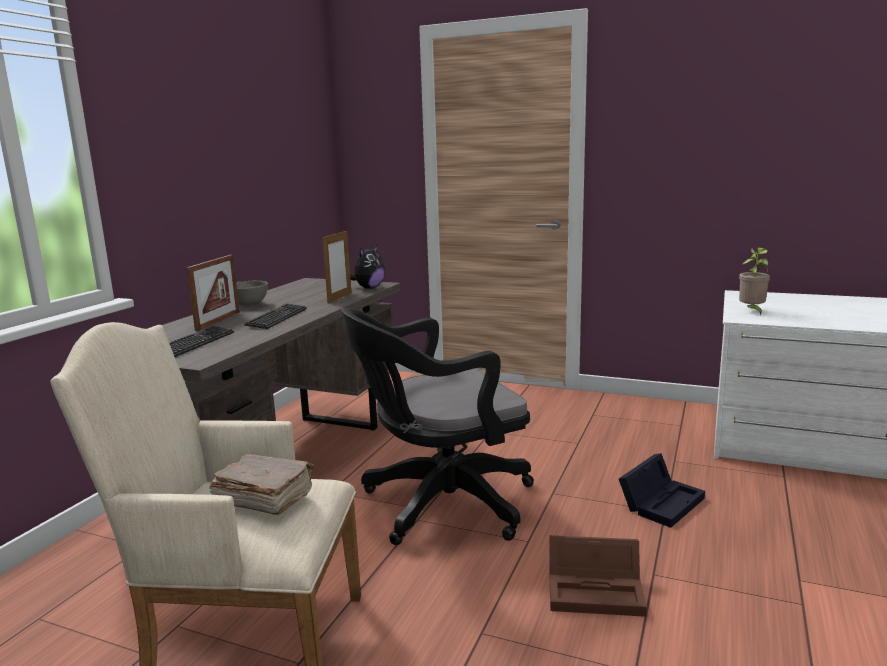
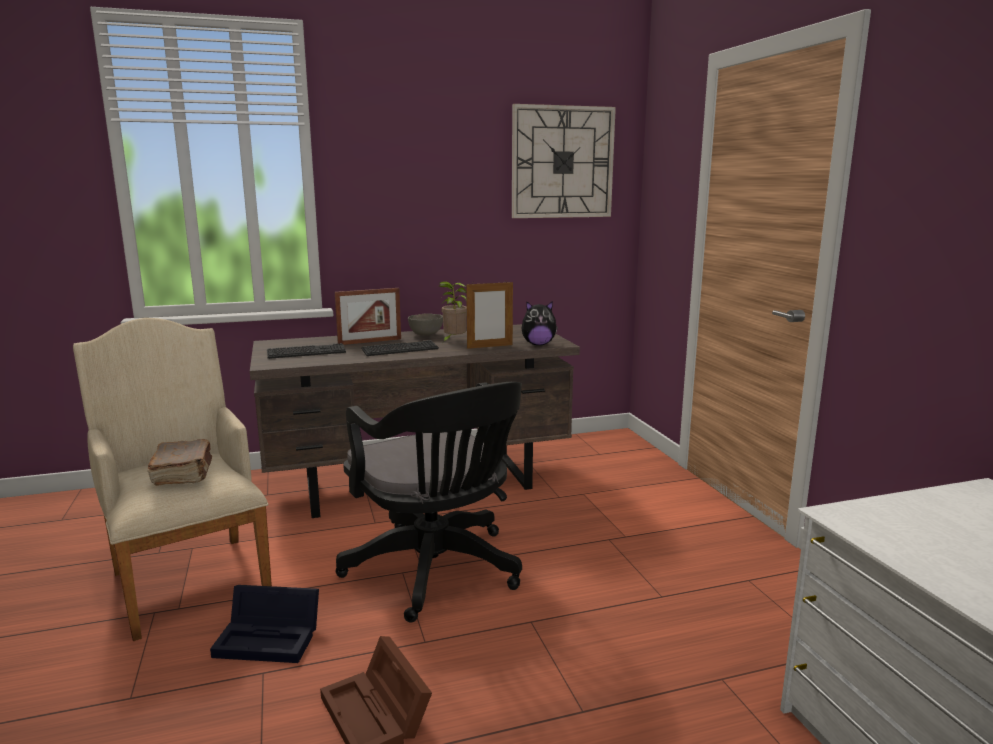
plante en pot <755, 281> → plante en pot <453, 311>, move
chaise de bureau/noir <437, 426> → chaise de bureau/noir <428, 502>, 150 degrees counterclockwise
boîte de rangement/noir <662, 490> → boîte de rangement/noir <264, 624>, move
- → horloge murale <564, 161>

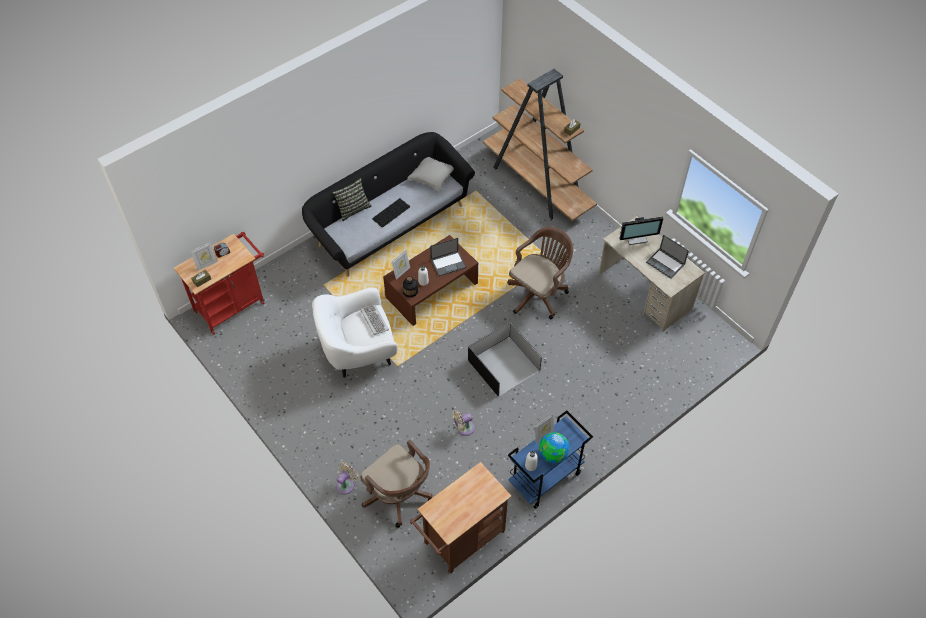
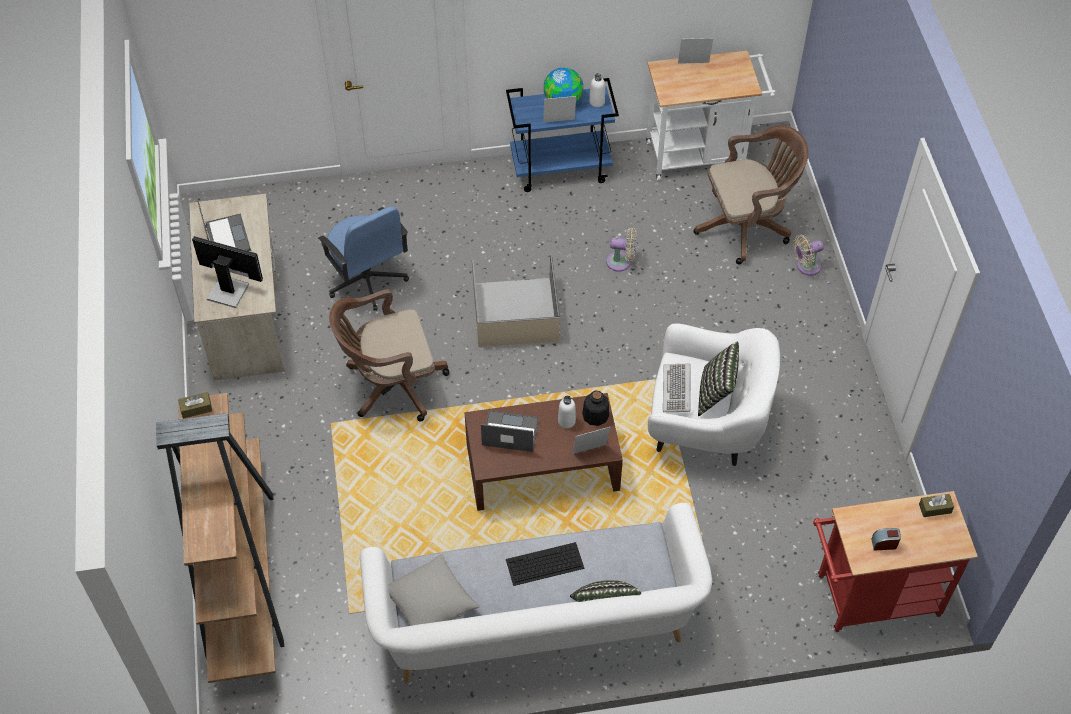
canapé/noir <388, 204> → canapé/blanc <536, 593>
cadre photo <204, 256> → cadre photo <695, 51>, move
boîte de rangement/noir <505, 358> → boîte de rangement/beige <515, 300>
chaise de bureau/marron <396, 484> → chaise de bureau/marron <751, 195>, 90 degrees clockwise
chariot/marron <461, 518> → chariot/blanc <711, 115>
- → chaise de bureau/bleu <363, 258>
- → coussin <718, 379>

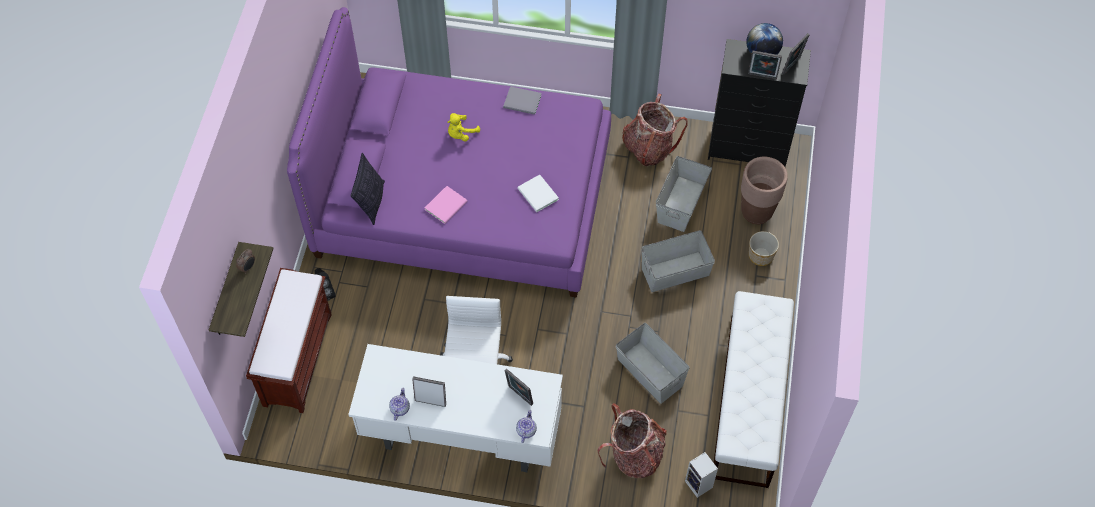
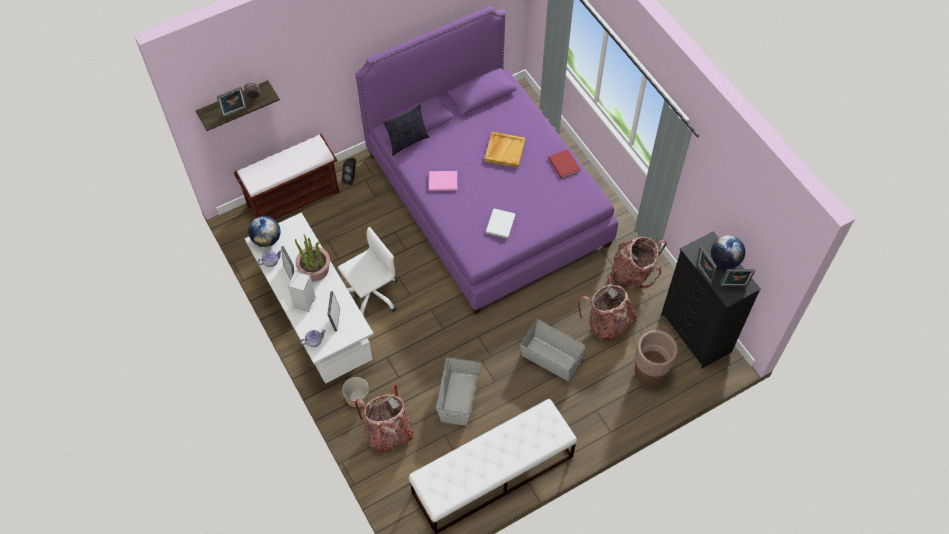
livre/gris <522, 100> → livre/rouge <564, 164>
peluche/jaune <463, 127> → plateau/beige <505, 150>
boîte de rangement/gris <684, 194> → sac à dos <608, 308>
cache-pot <764, 248> → cache-pot <355, 392>, move
enceinte <701, 475> → enceinte <302, 291>, move
- → cadre photo <232, 102>
- → globe <264, 231>
- → plante en pot <312, 257>

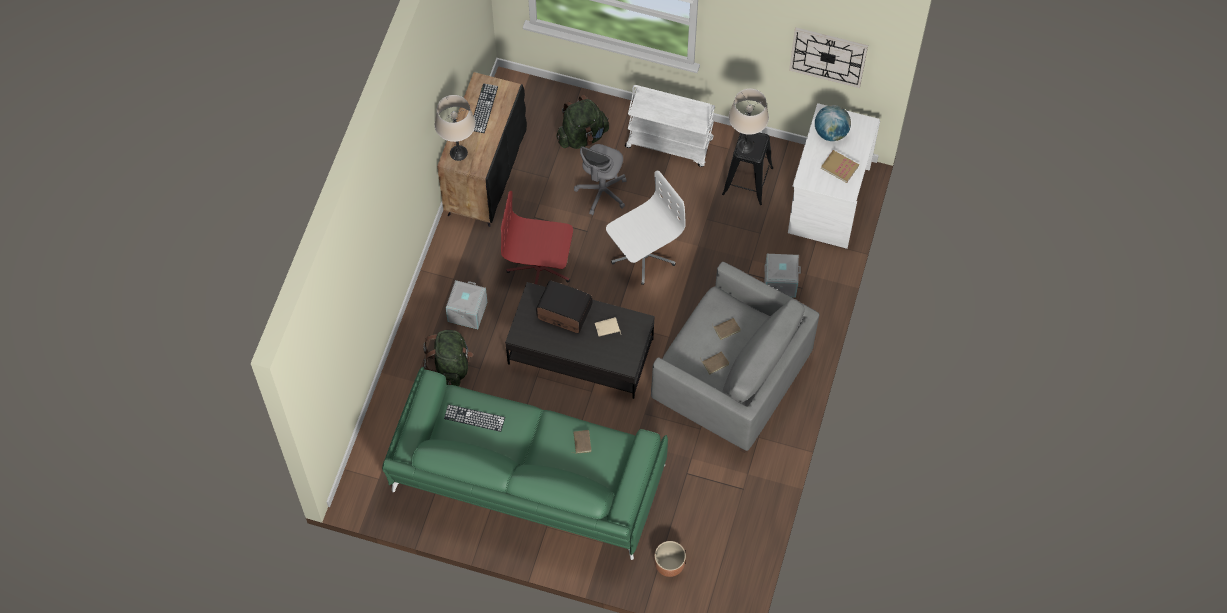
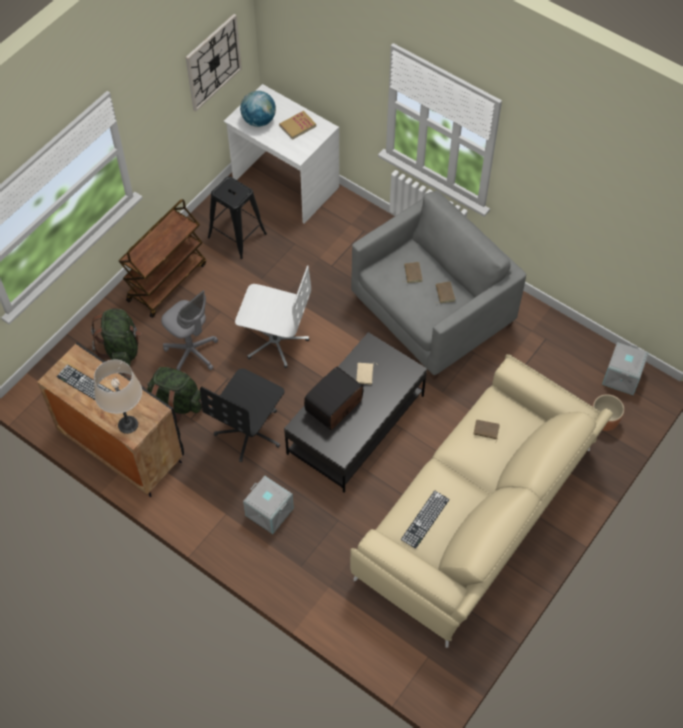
chariot/blanc <670, 126> → chariot/marron <162, 258>
lampe de table/beige <749, 121> → -
chaise de bureau/blanc <645, 228> → chaise de bureau/blanc <273, 316>, 120 degrees clockwise
chaise de bureau/rouge <537, 237> → chaise de bureau/noir <242, 415>
boîte de rangement/gris <783, 276> → boîte de rangement/gris <625, 368>, move
sac à dos/vert <448, 358> → sac à dos/vert <174, 395>, move
canapé/vert <525, 463> → canapé/beige <481, 501>

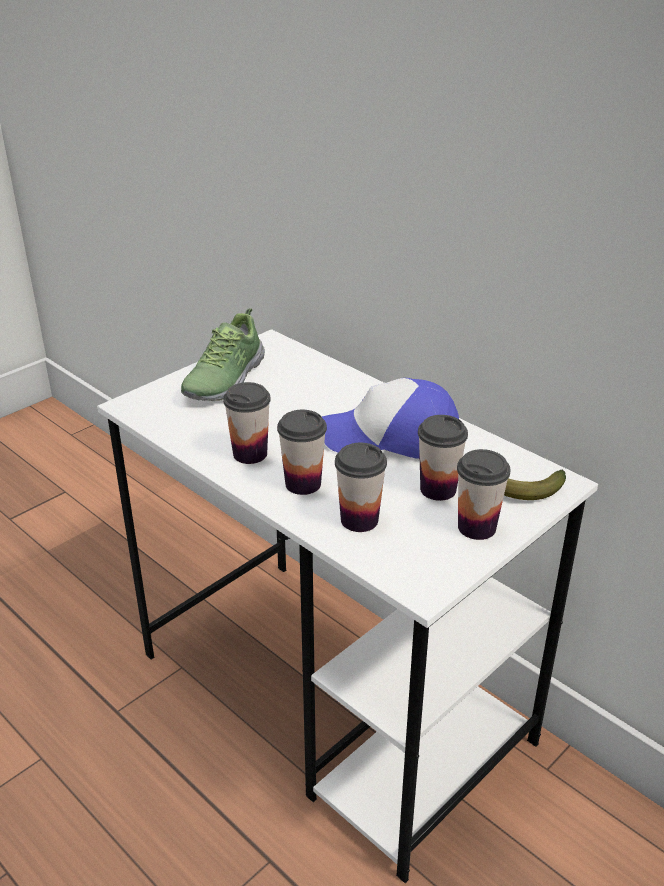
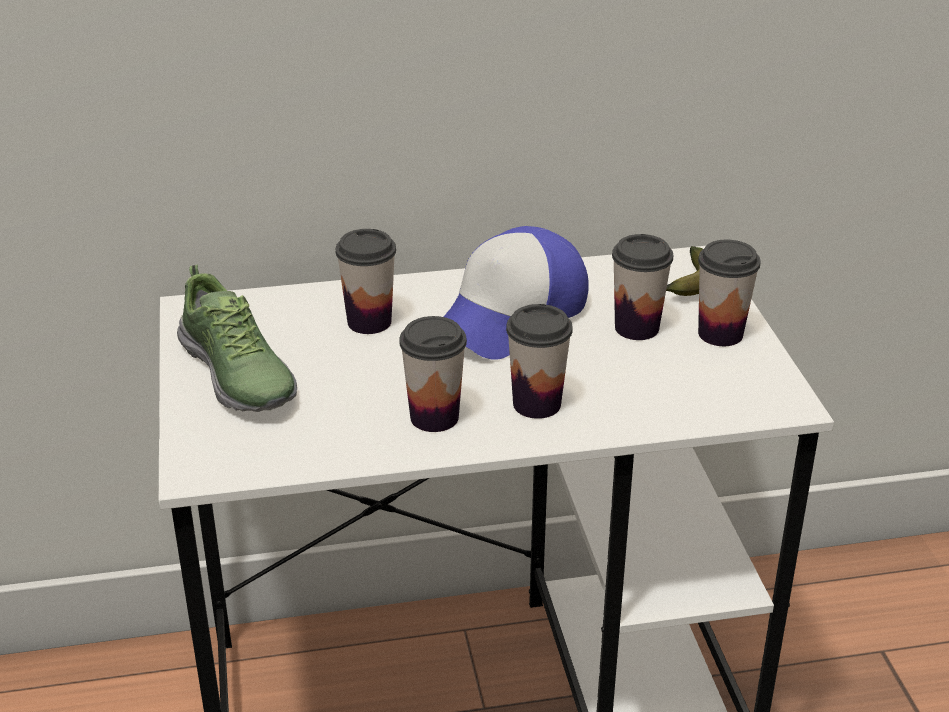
tasse <361, 487> → tasse <366, 281>, move

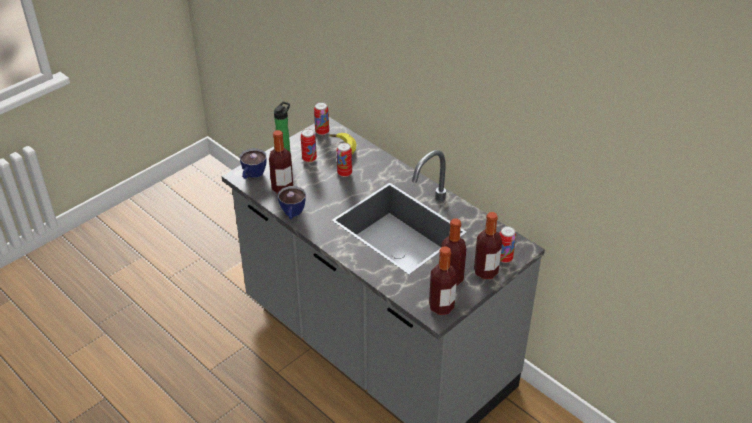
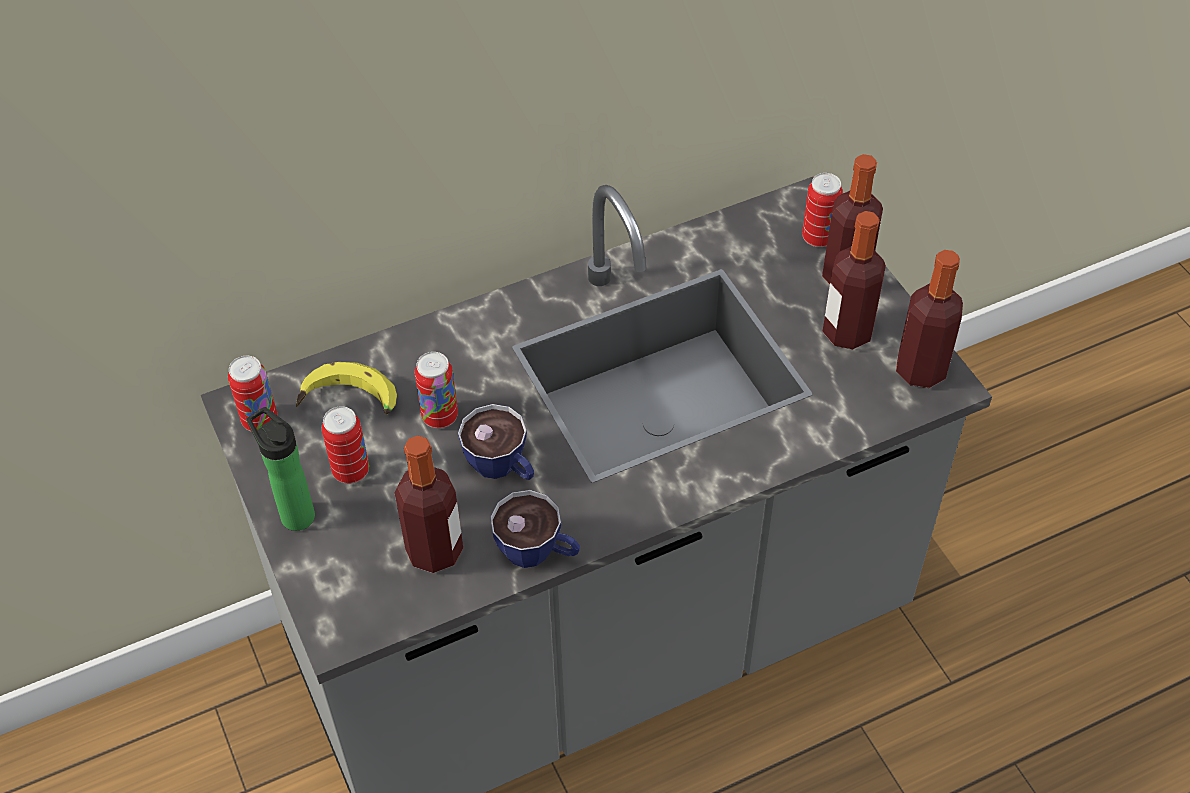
tasse <253, 163> → tasse <496, 442>, move

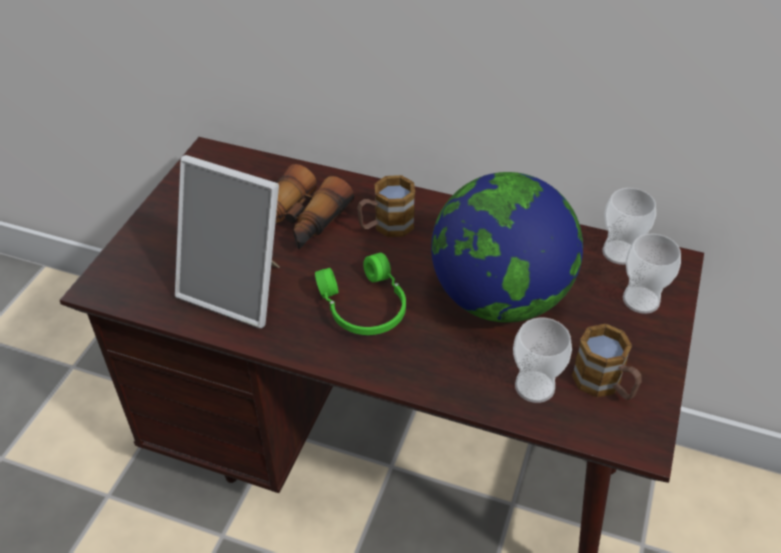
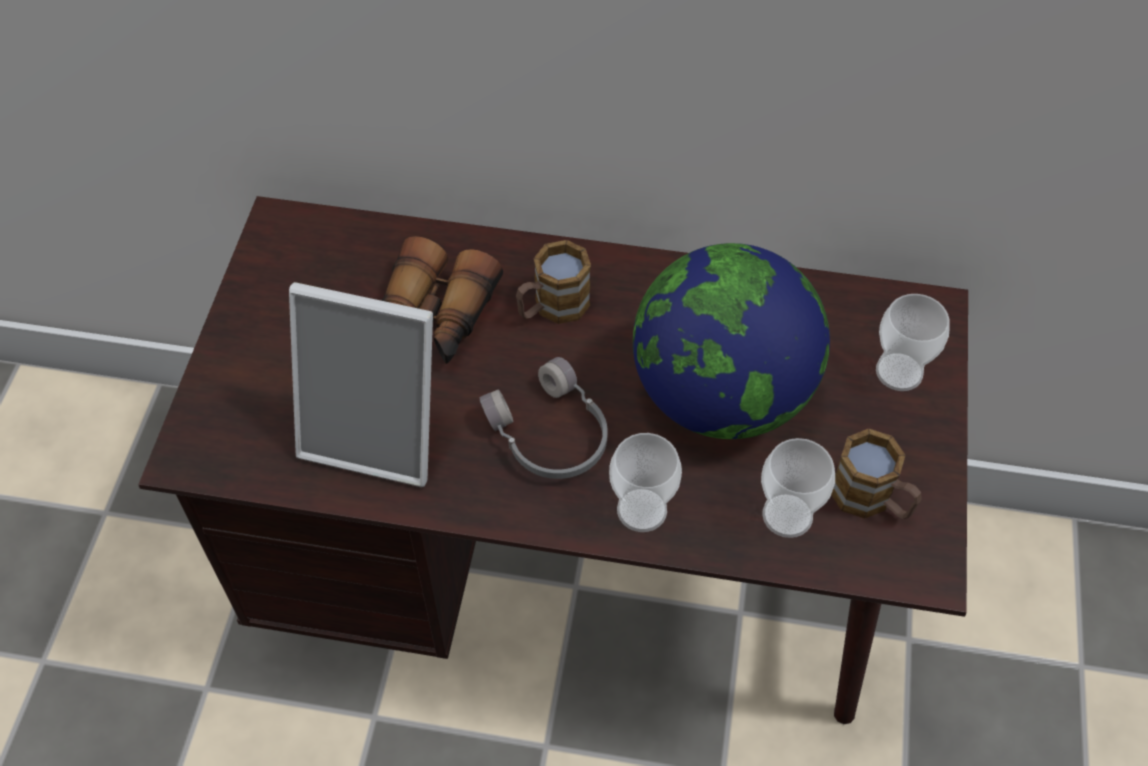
tasse <629, 226> → tasse <645, 482>, move
casque audio/vert <360, 294> → casque audio/gris <544, 418>

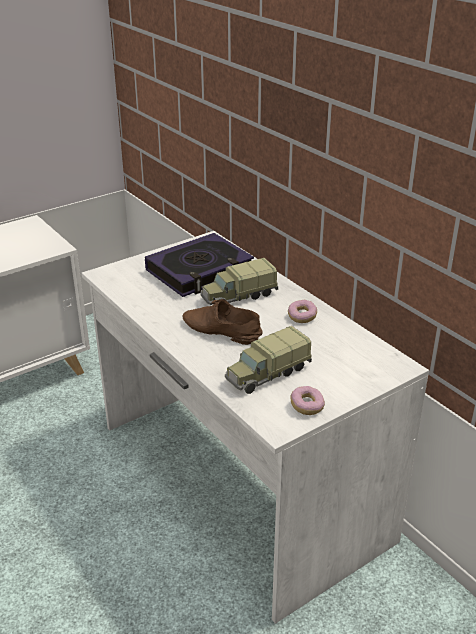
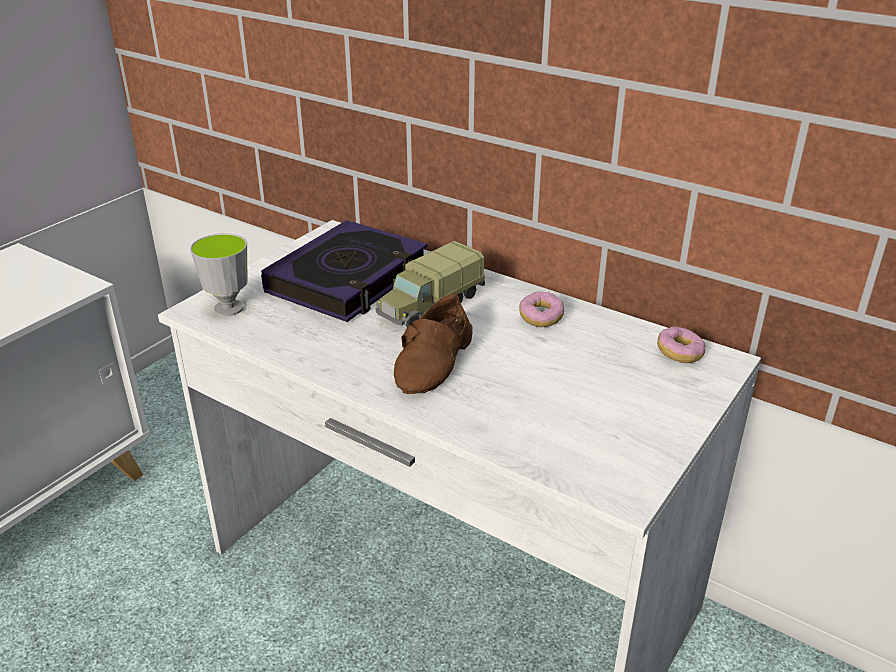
chaussure/marron <222, 322> → chaussure/marron <433, 343>, 75 degrees counterclockwise
camion jouet <268, 360> → -
beignet <307, 400> → beignet <681, 344>, move
- → tasse <218, 274>

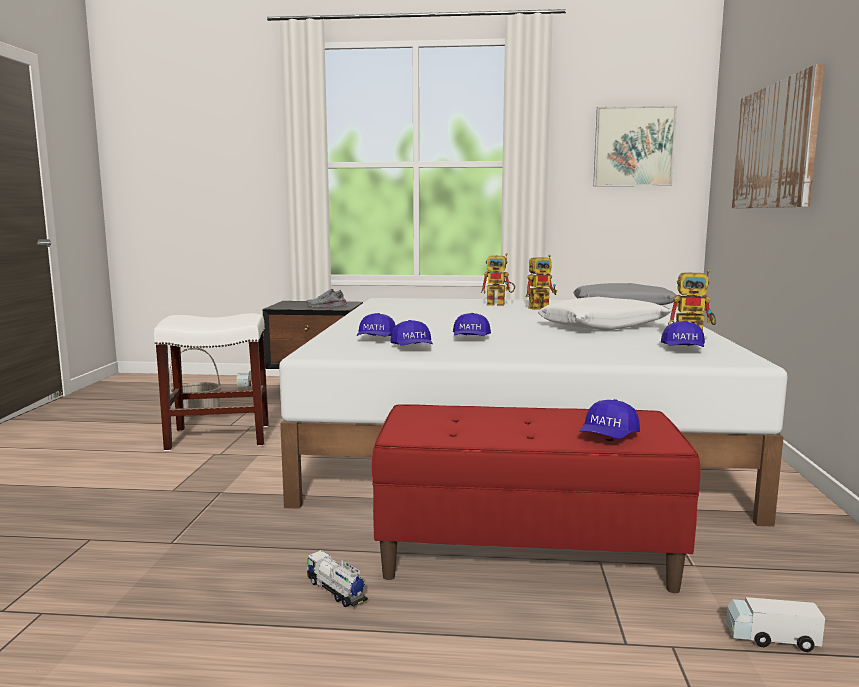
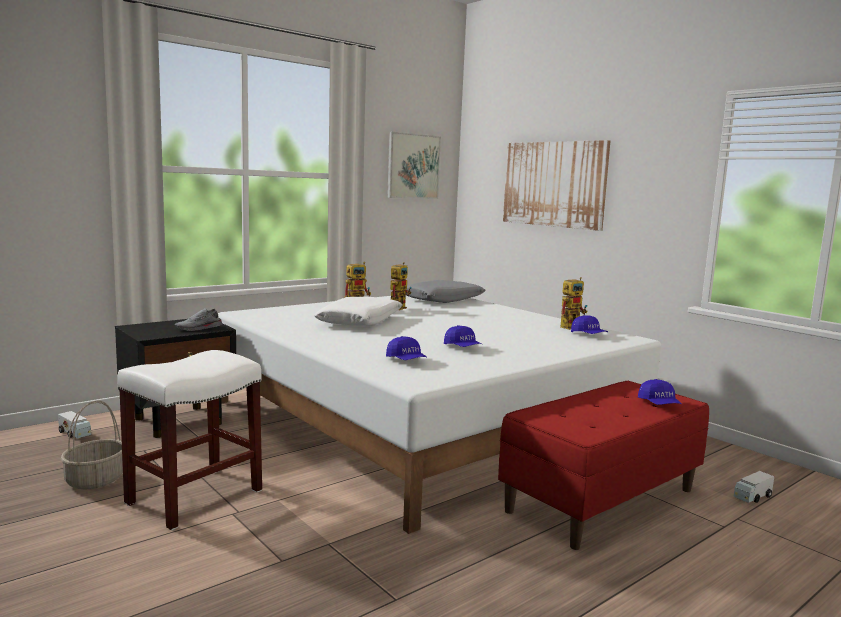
coussin/blanc <604, 314> → coussin/blanc <358, 311>, move
casquette/bleu <411, 333> → -
camion jouet <337, 578> → -

